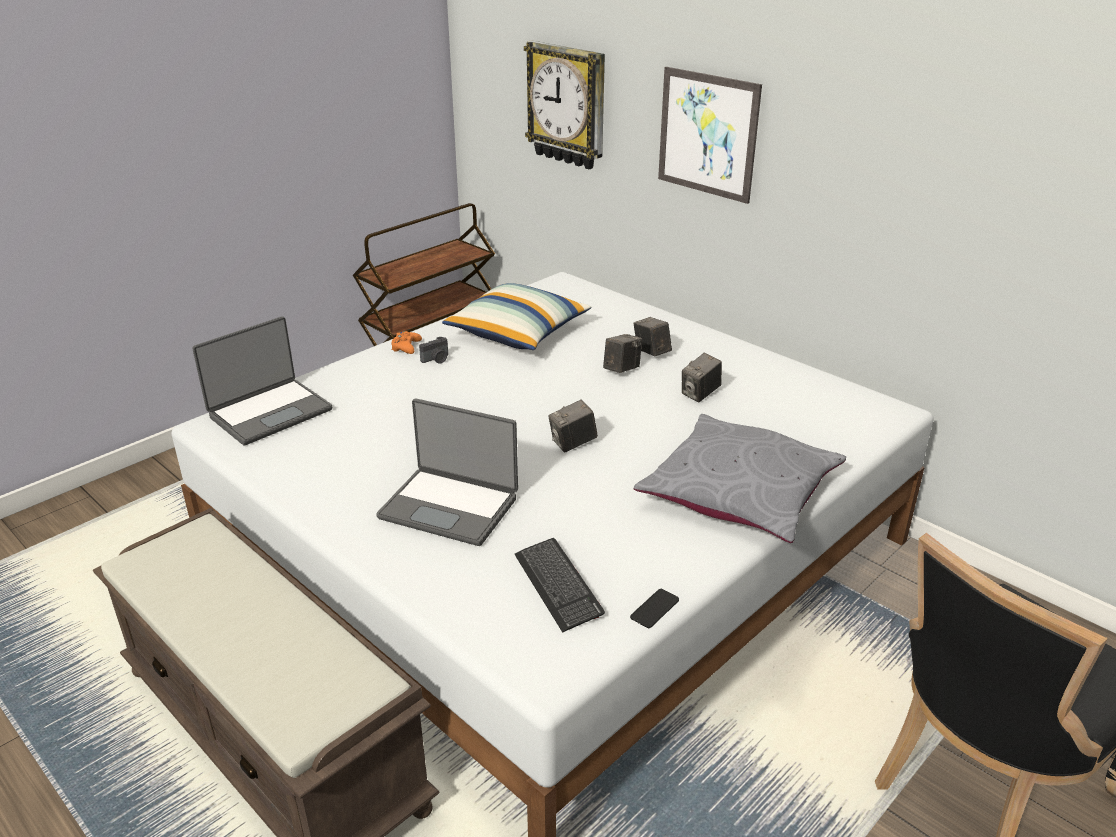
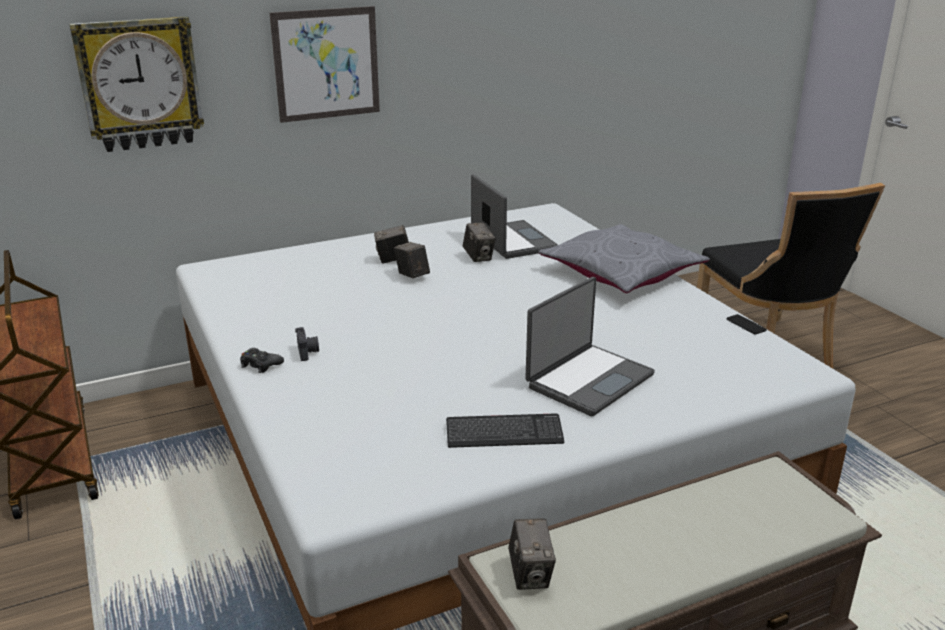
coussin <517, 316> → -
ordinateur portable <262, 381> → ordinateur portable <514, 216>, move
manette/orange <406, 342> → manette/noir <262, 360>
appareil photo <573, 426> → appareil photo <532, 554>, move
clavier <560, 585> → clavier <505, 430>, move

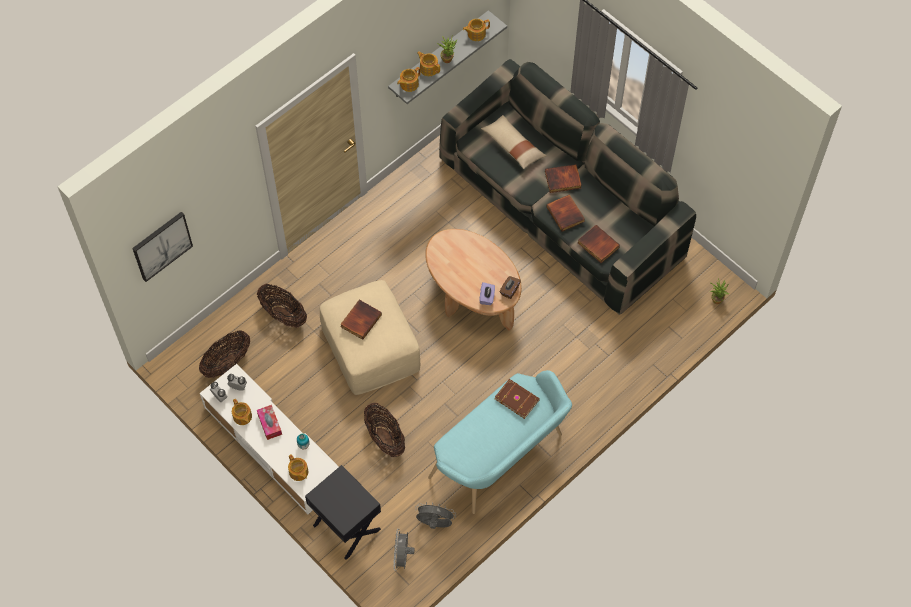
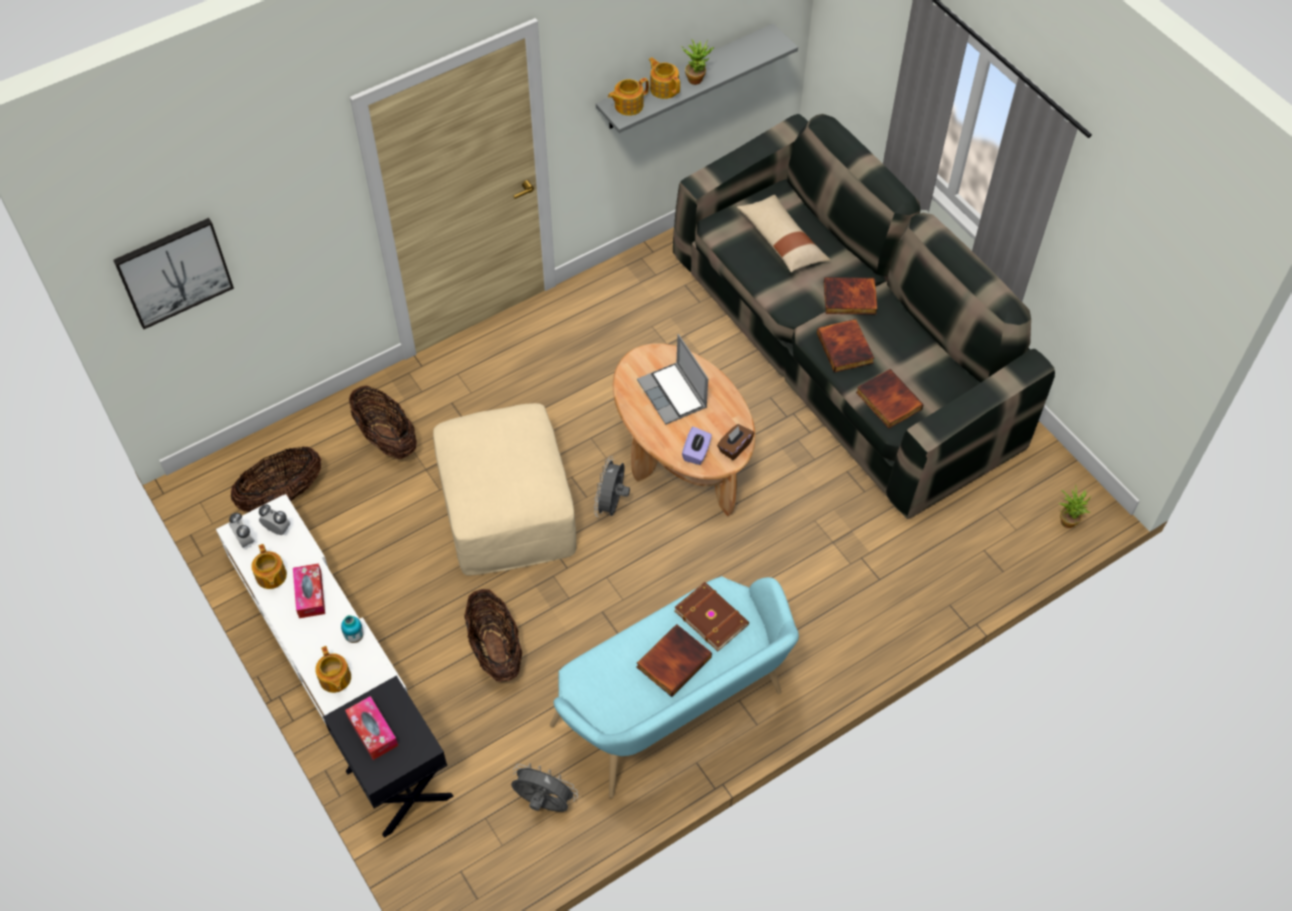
théière <476, 30> → -
livre <361, 320> → livre <674, 660>, move
ventilateur/gris <404, 550> → ventilateur/gris <612, 486>, move
- → ordinateur portable <672, 379>
- → boîte à mouchoirs <371, 728>

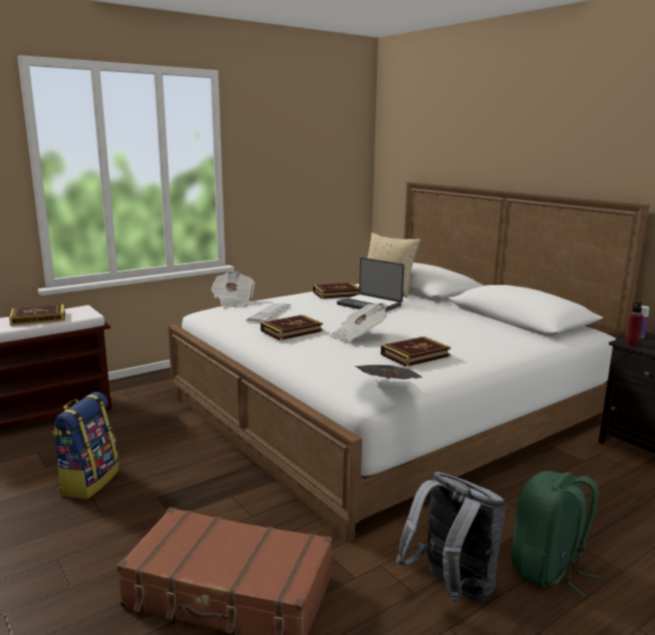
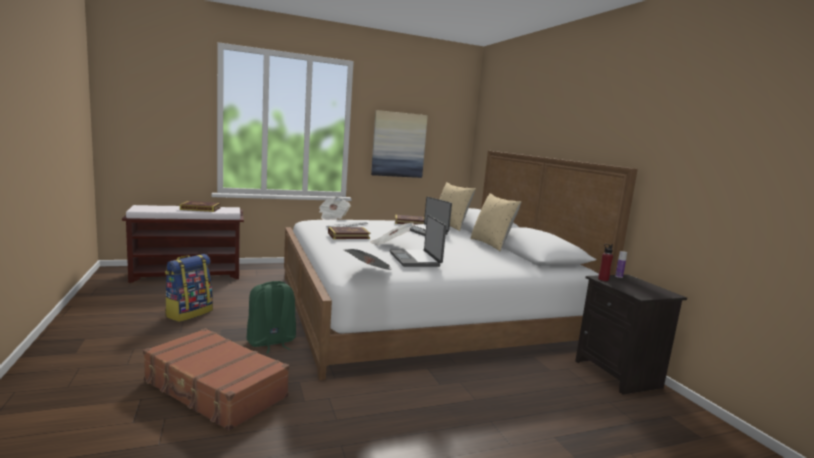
livre <416, 351> → ordinateur portable <418, 241>
sac à dos/vert <555, 534> → sac à dos/vert <271, 317>, move
sac à dos/gris <451, 537> → -
- → tableau <399, 144>
- → coussin/beige <496, 222>

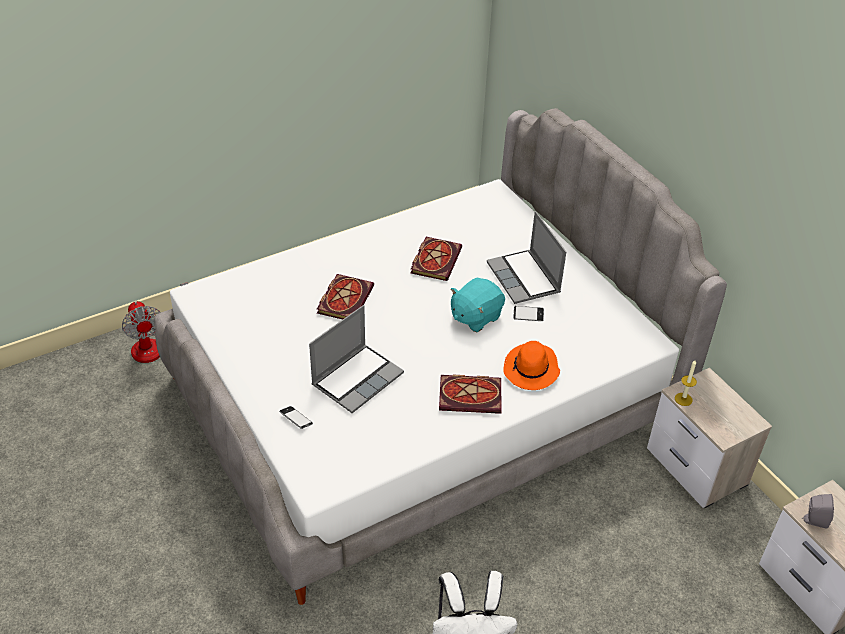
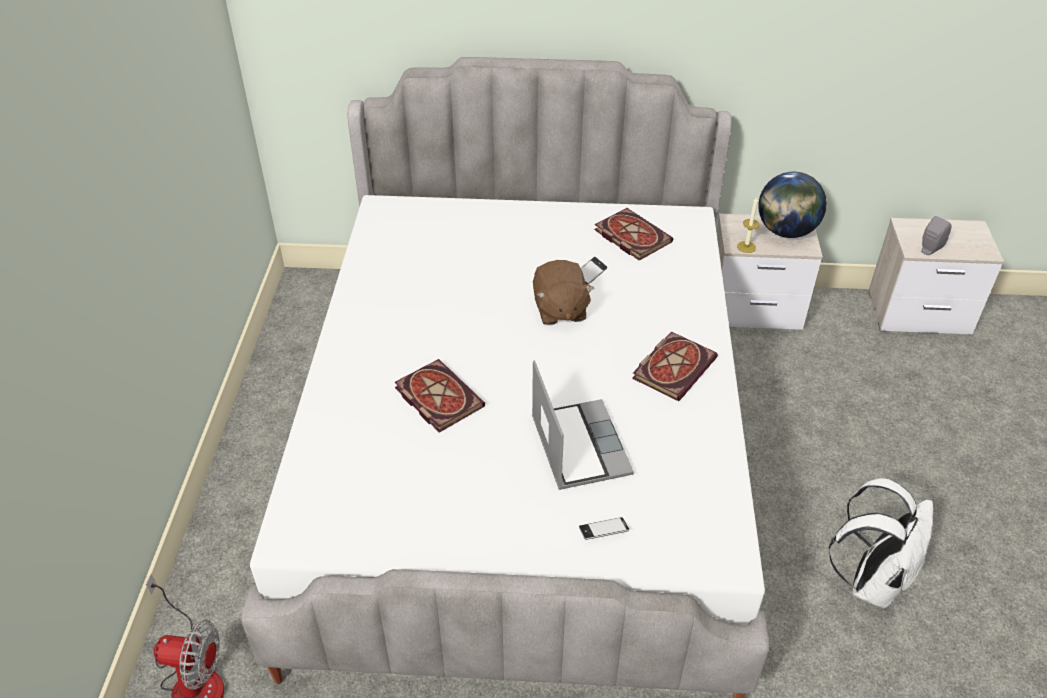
ordinateur portable <526, 257> → -
livre <436, 259> → livre <633, 234>, move
peluche/turquoise <478, 305> → peluche/marron <563, 292>
chapeau/orange <531, 365> → -
- → globe <792, 205>

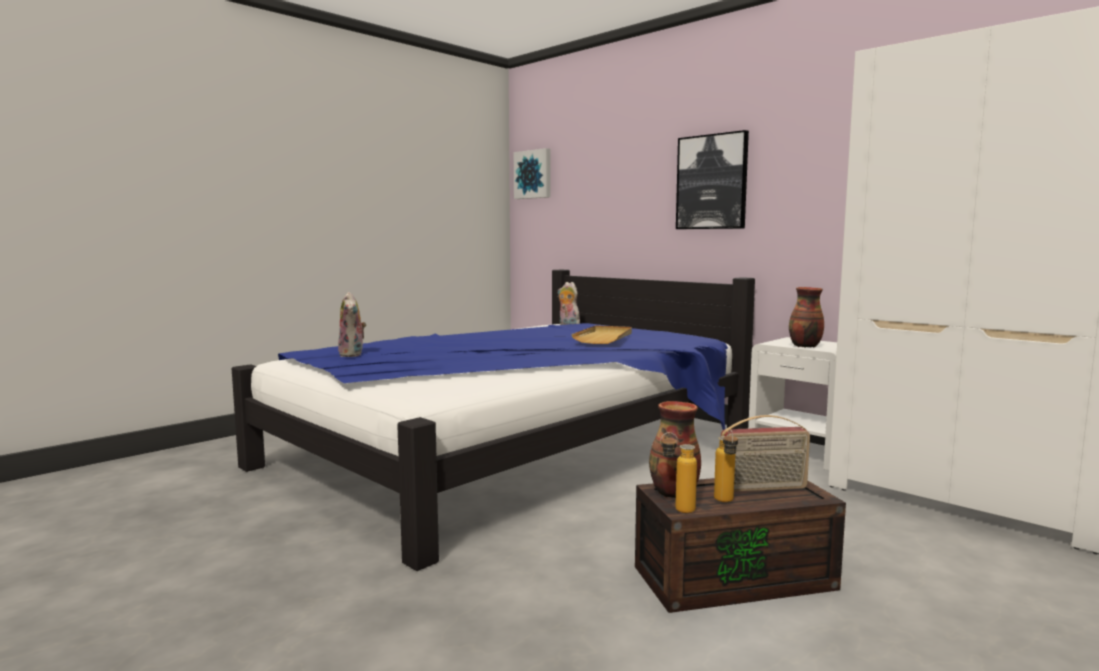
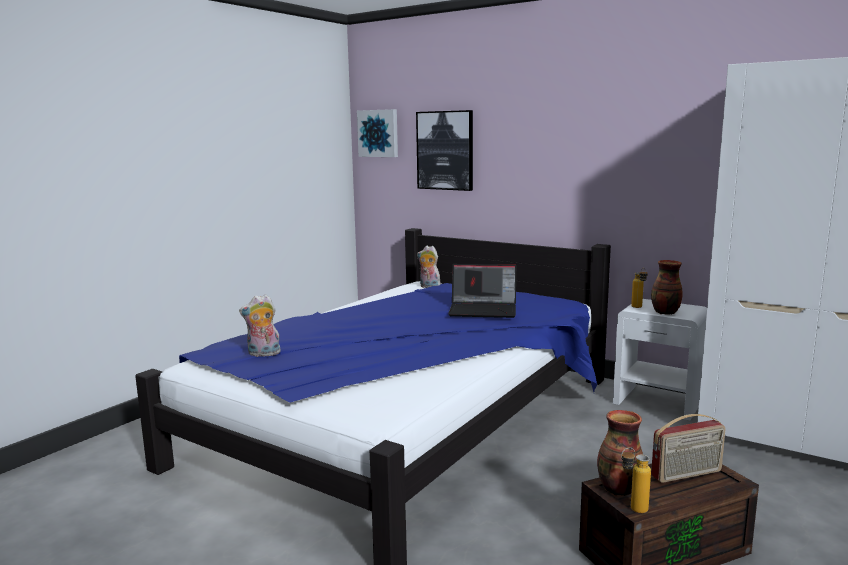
tableau <712, 179> → tableau <444, 150>, move
peluche <352, 324> → peluche <260, 325>, 105 degrees clockwise
plateau/beige <601, 334> → ordinateur portable <482, 291>
bouteille <726, 465> → bouteille <639, 288>, move

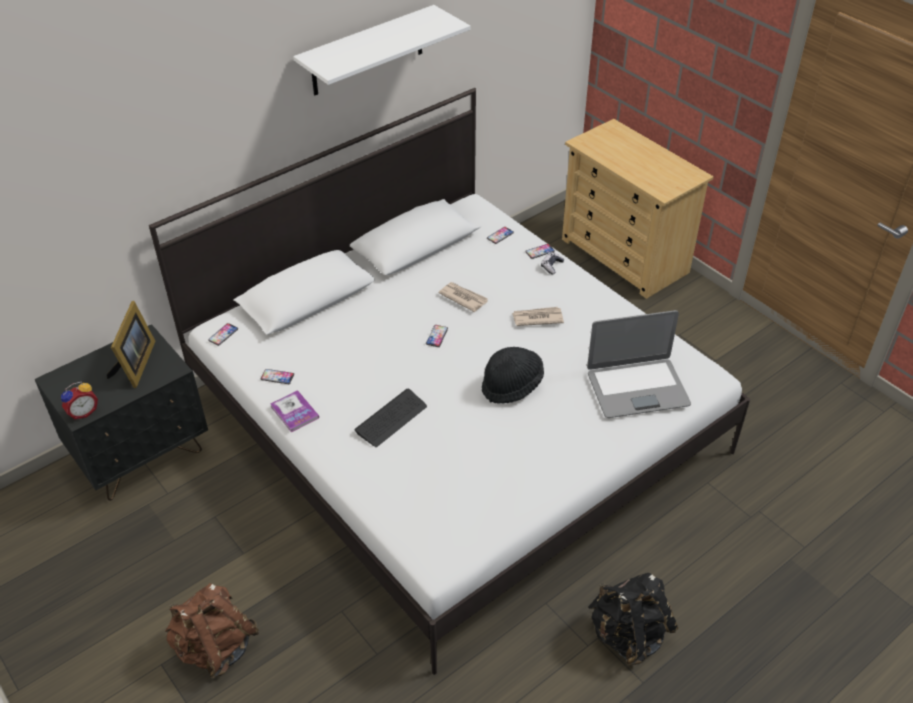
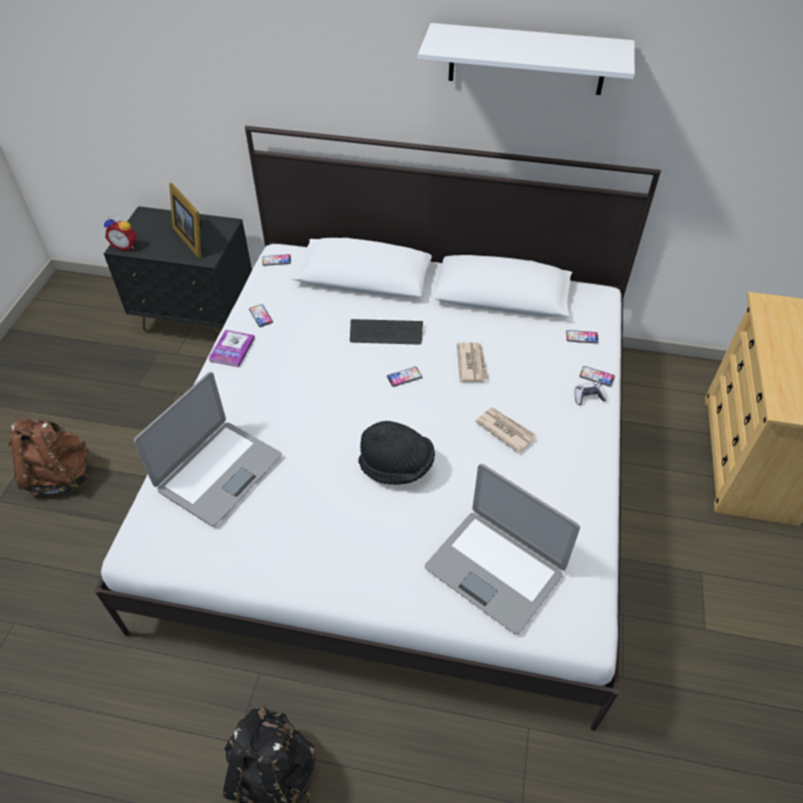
cadre photo <131, 344> → cadre photo <185, 220>, 90 degrees clockwise
clavier <390, 418> → clavier <386, 332>, move
- → ordinateur portable <208, 449>

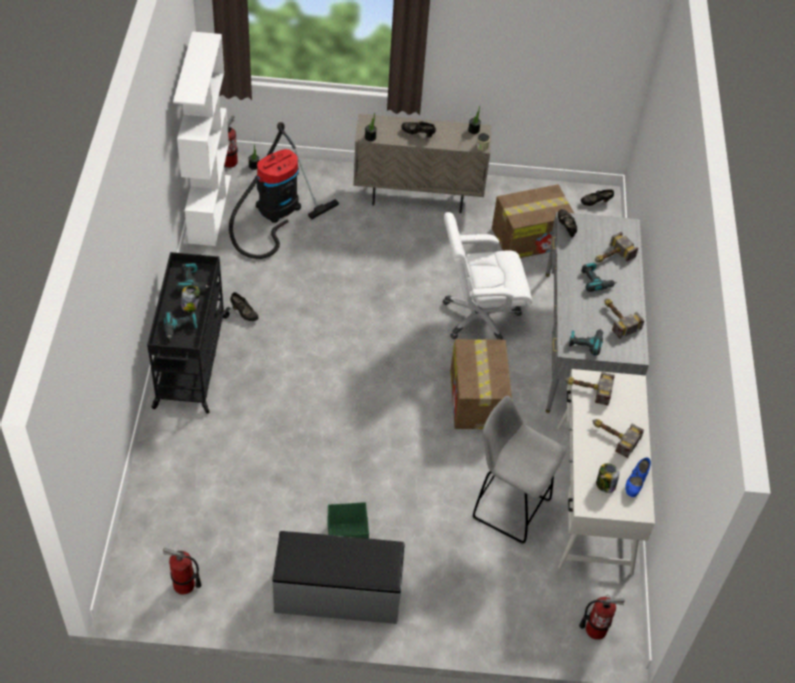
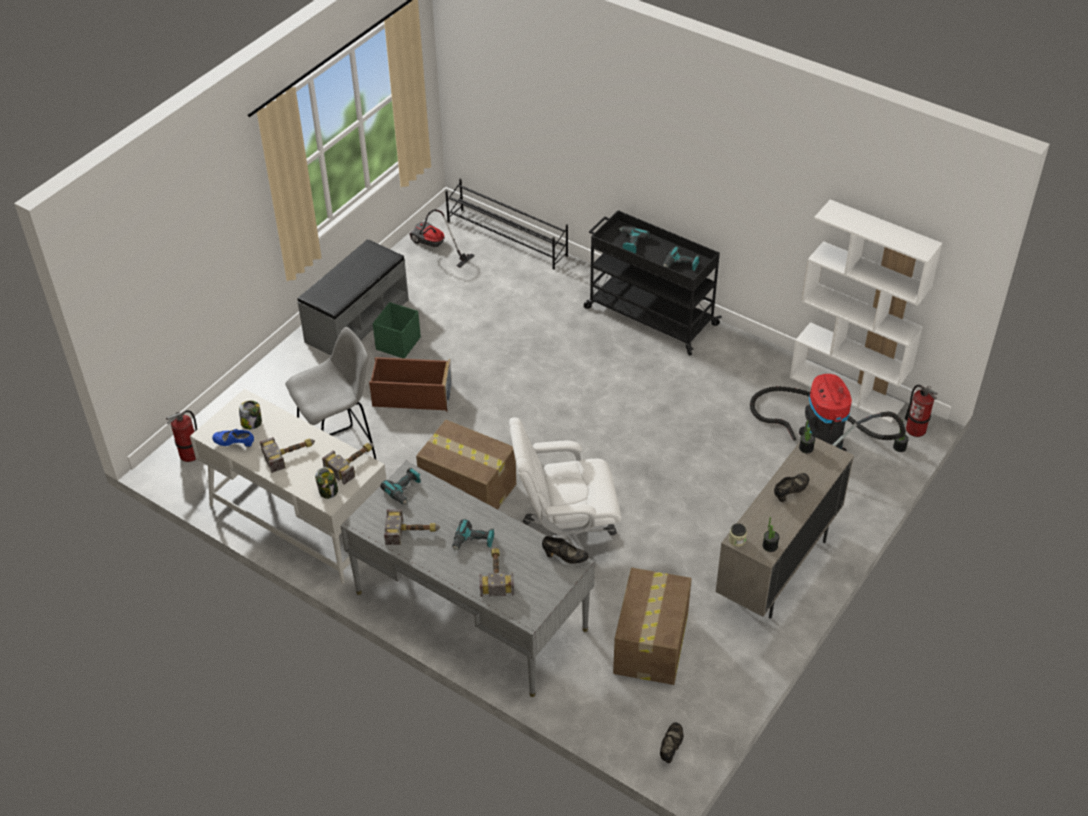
chaise de bureau/blanc <487, 276> → chaise de bureau/blanc <565, 487>, 120 degrees counterclockwise
bocal <190, 298> → bocal <326, 483>, move
chaussure/noir <244, 306> → -
chaussure/bleu <638, 477> → chaussure/bleu <233, 438>, 45 degrees counterclockwise
extincteur <182, 571> → aspirateur <442, 238>
- → étagère à chaussures/noir <506, 224>
- → boîte de rangement/marron <410, 384>

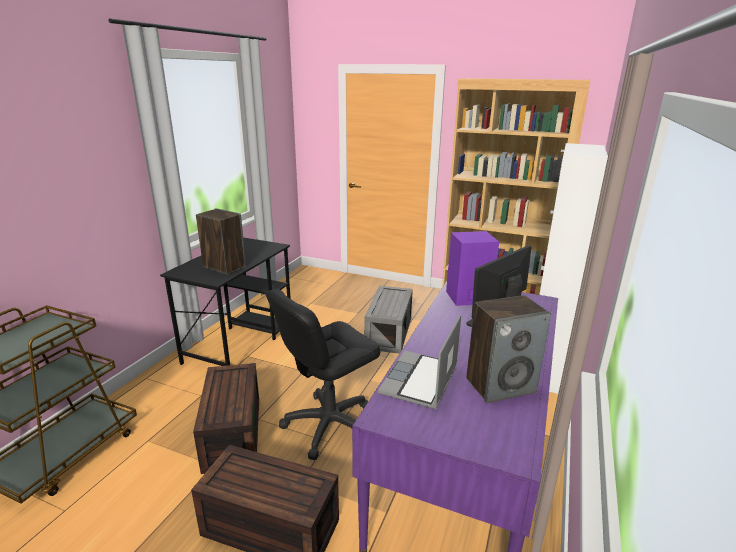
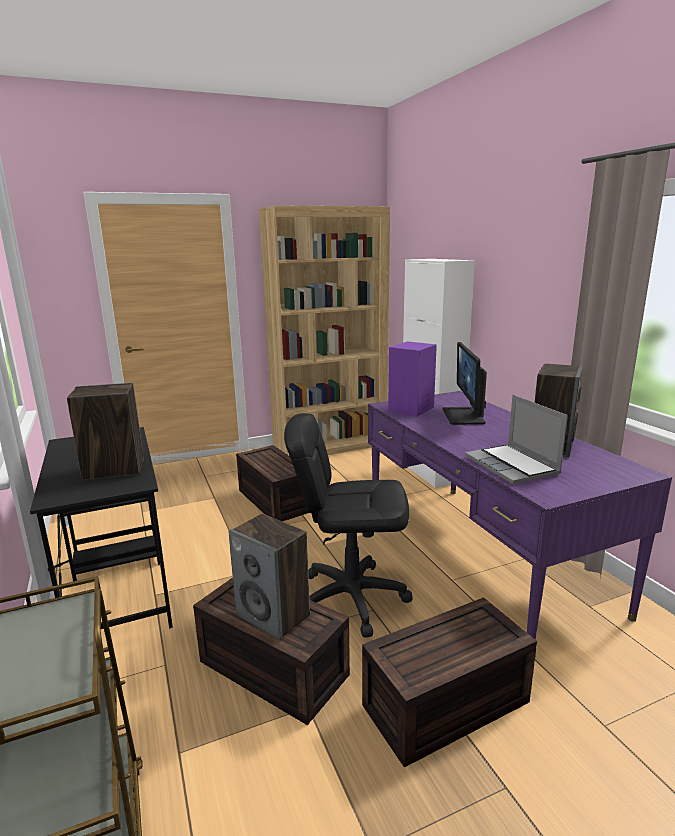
boîte de rangement/gris <388, 320> → boîte de rangement/marron <272, 483>
chaise de bureau/noir <323, 374> → chaise de bureau/noir <348, 525>, 90 degrees clockwise
- → enceinte <269, 577>

